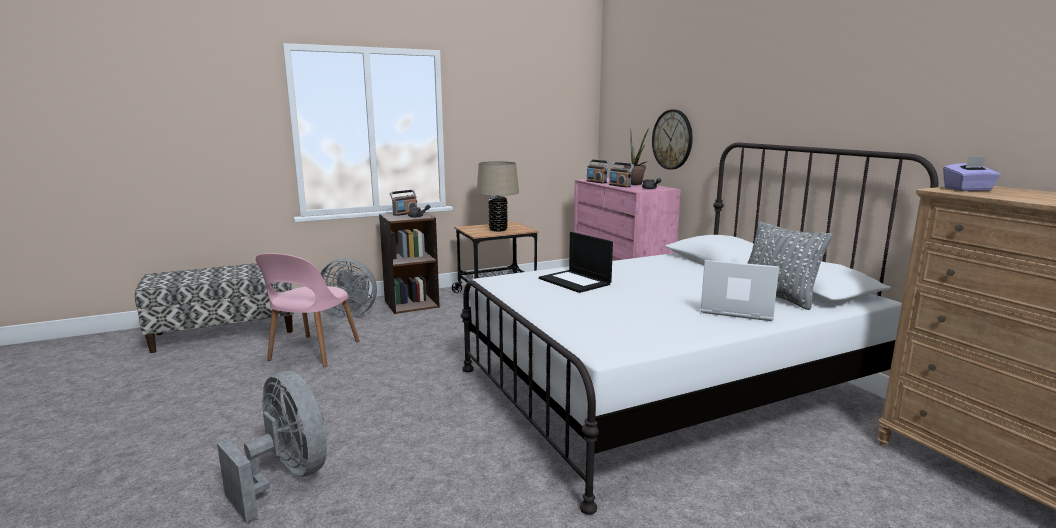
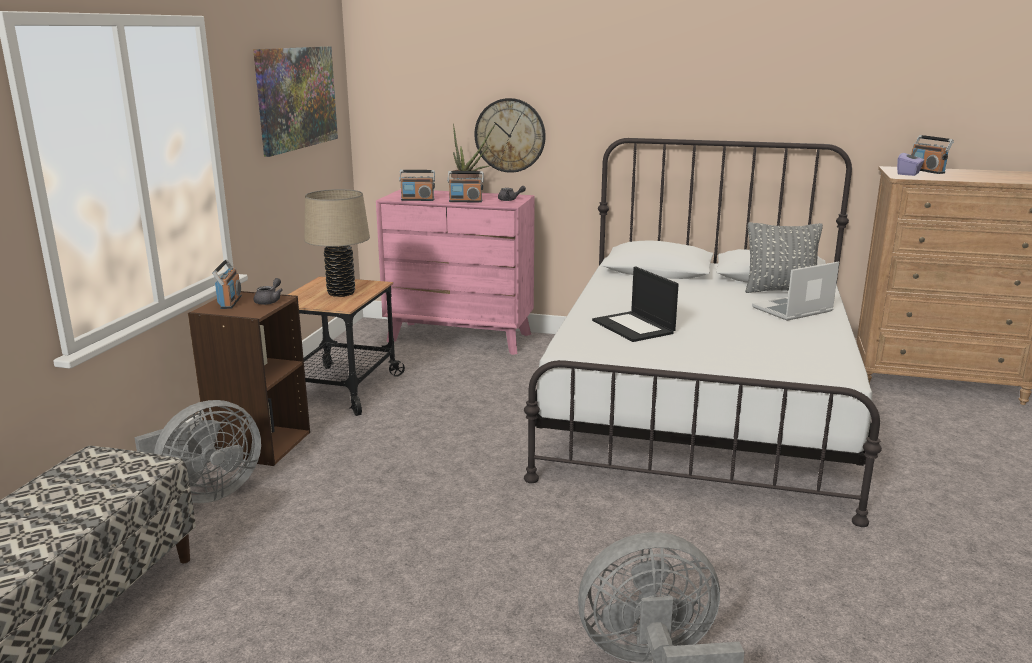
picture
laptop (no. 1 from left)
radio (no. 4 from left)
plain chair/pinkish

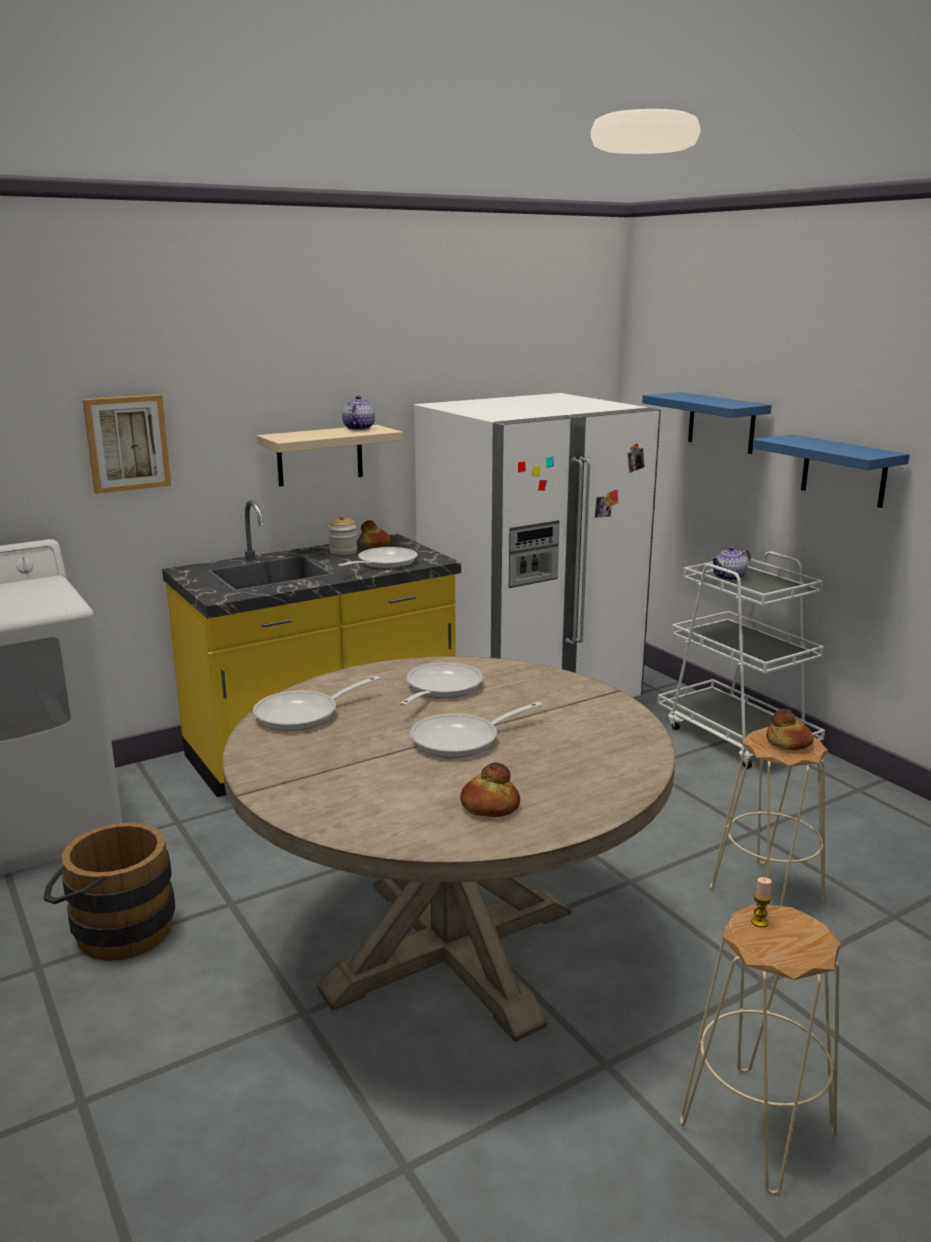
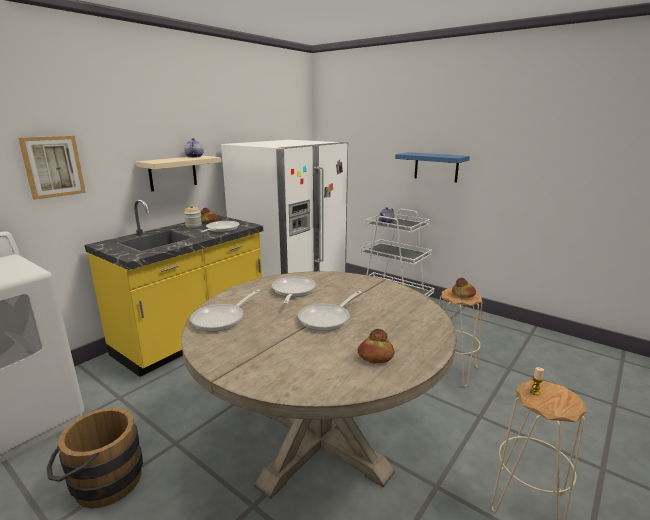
shelf/blue (no. 1 from left in the first image)

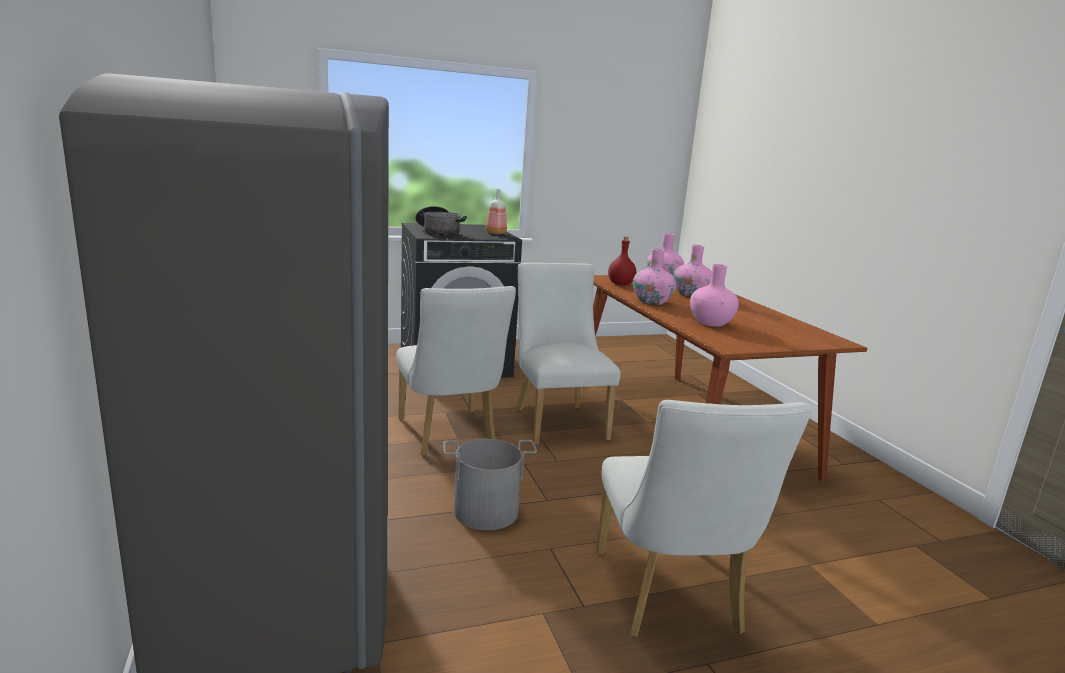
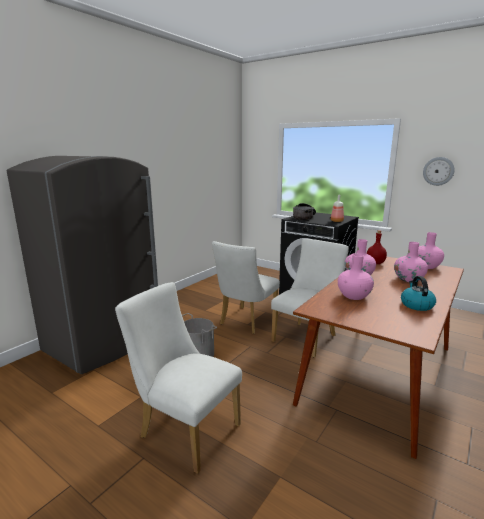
plain chair/white (no. 1 from left)
kettle
hanging clock

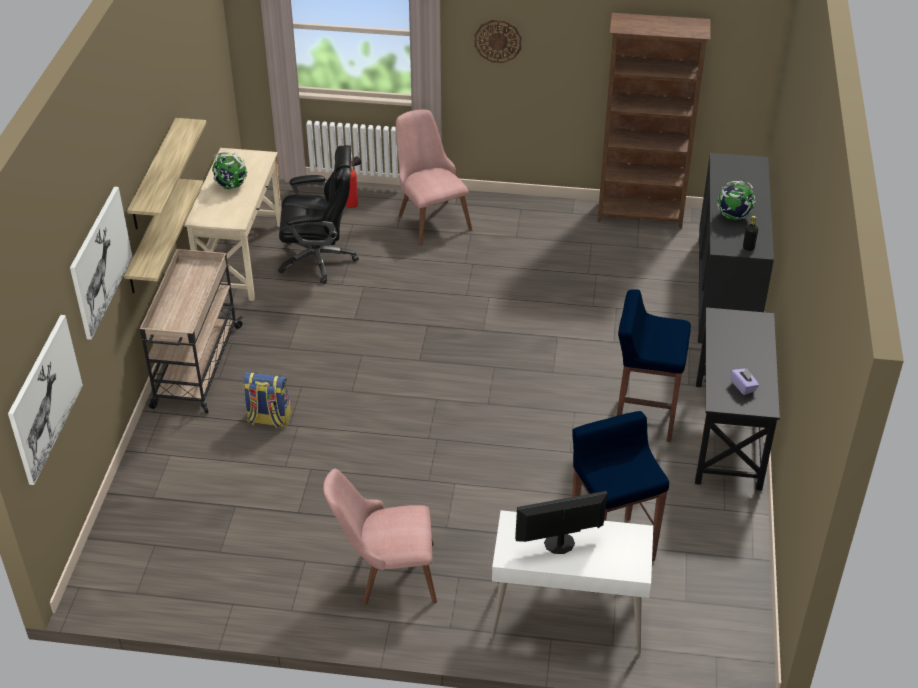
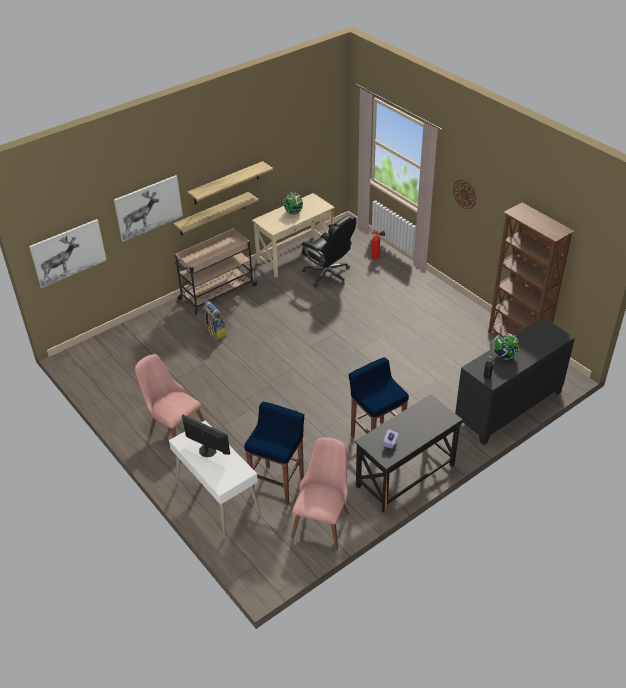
plain chair/pinkish (no. 2 from left)

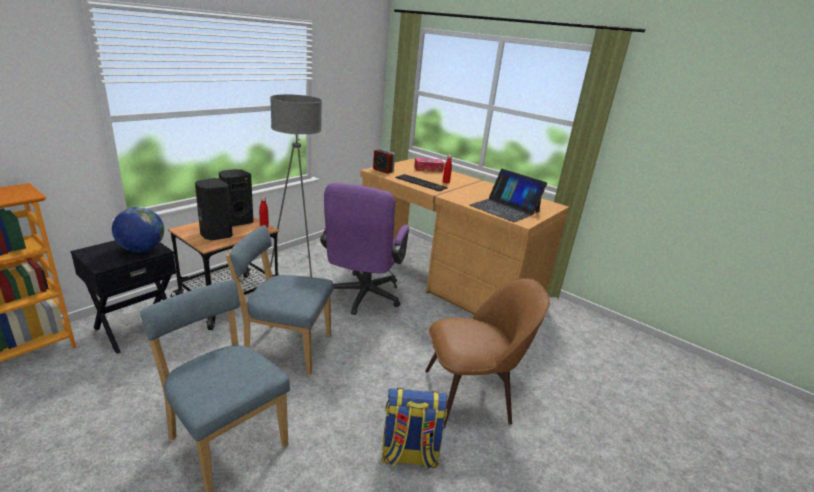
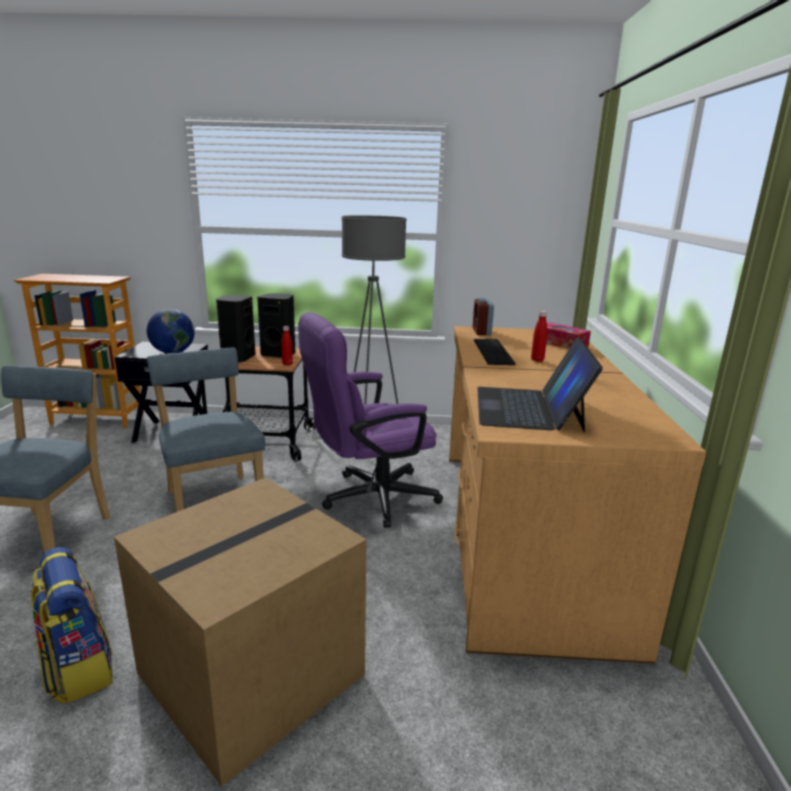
carton

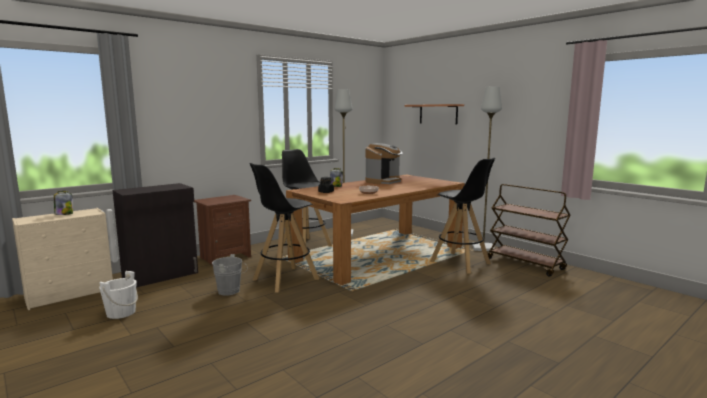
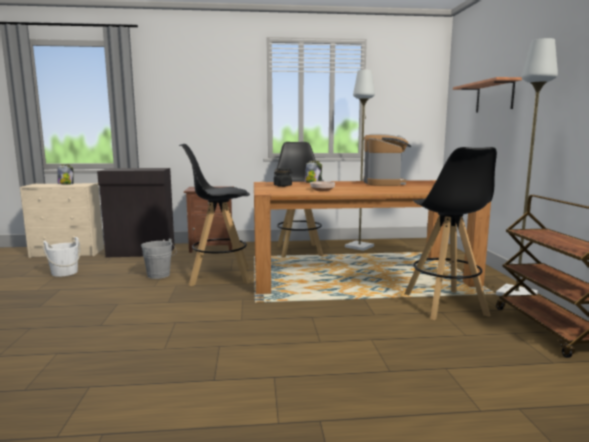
coffee maker

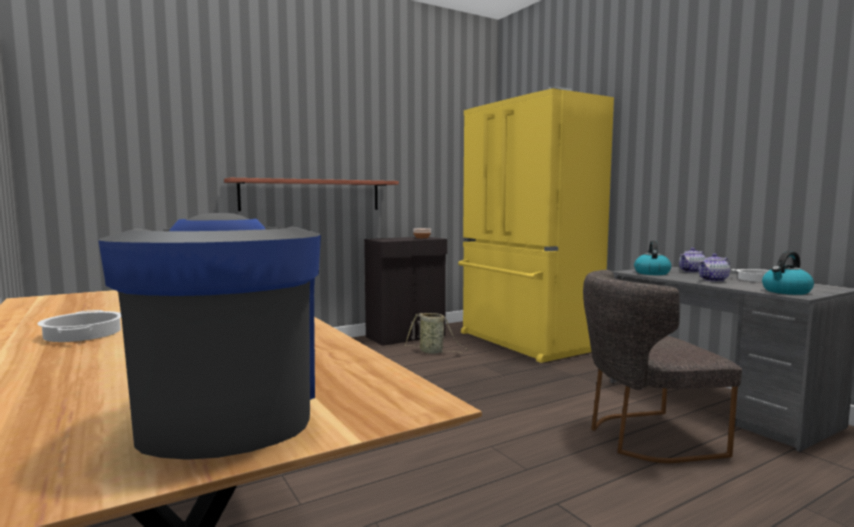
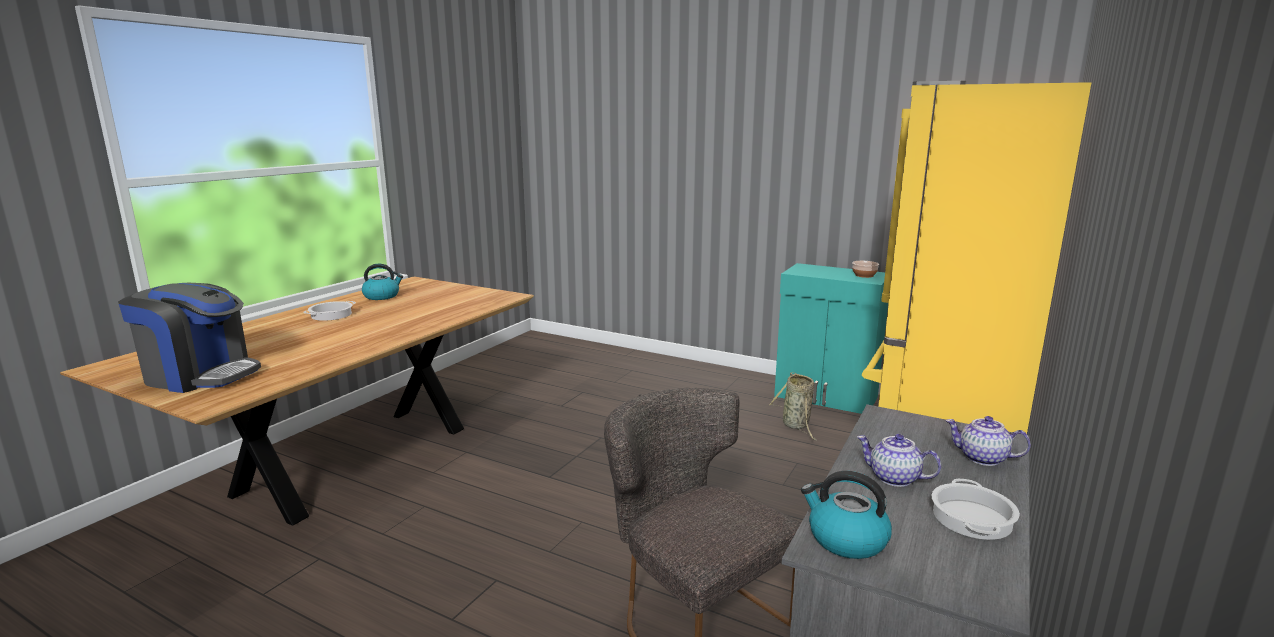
coffee maker
kettle (no. 1 from left)
cabinet/turquoise
shelf

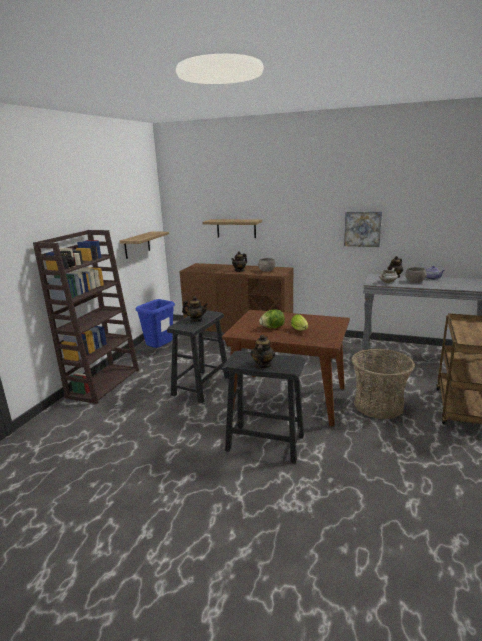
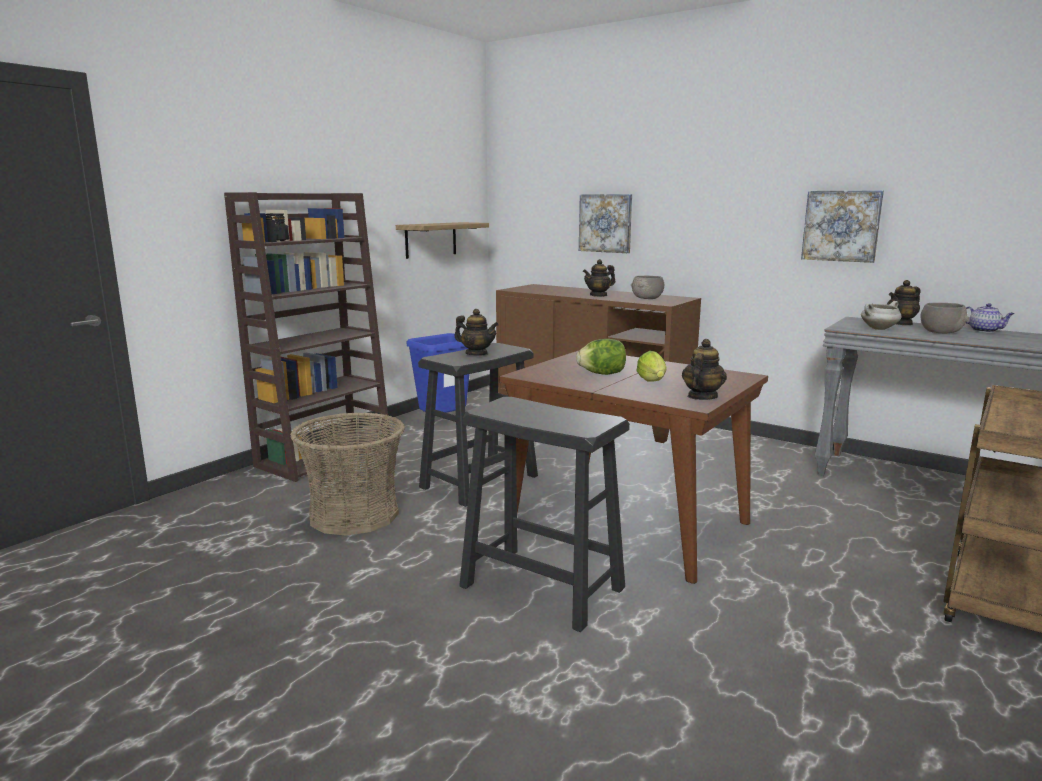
storage basket
picture (no. 1 from left)
pot for tea (no. 3 from left)

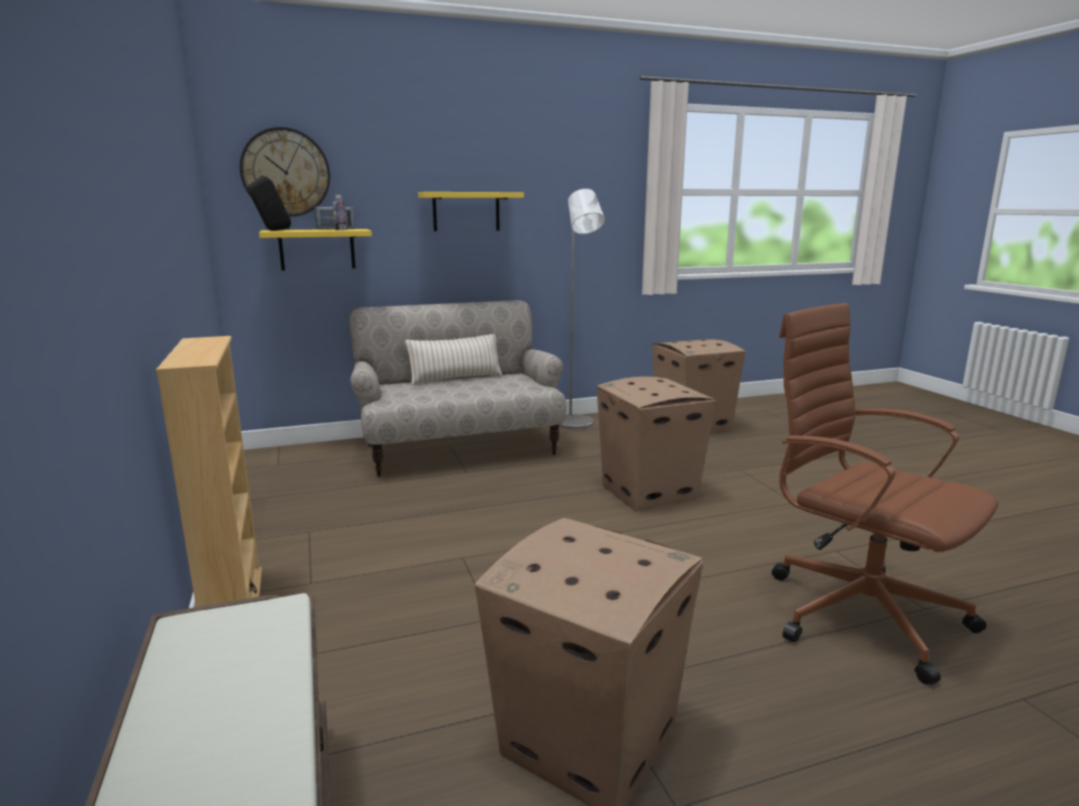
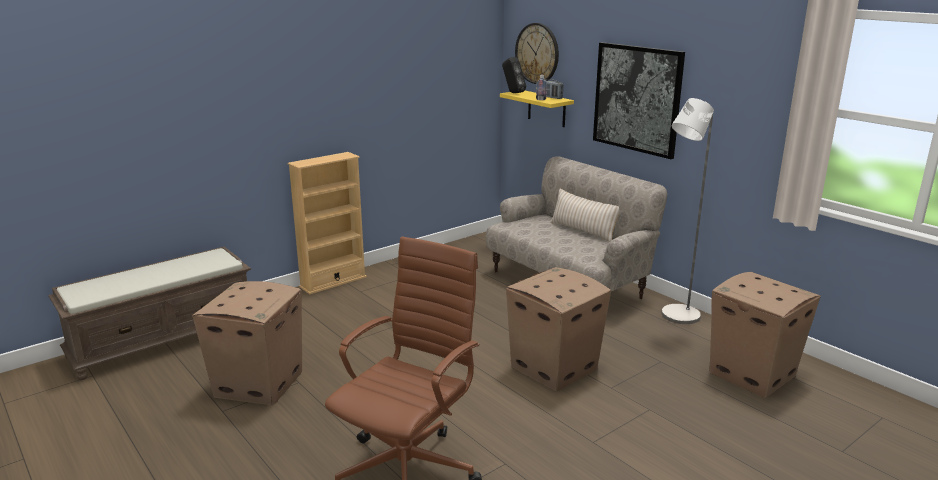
picture

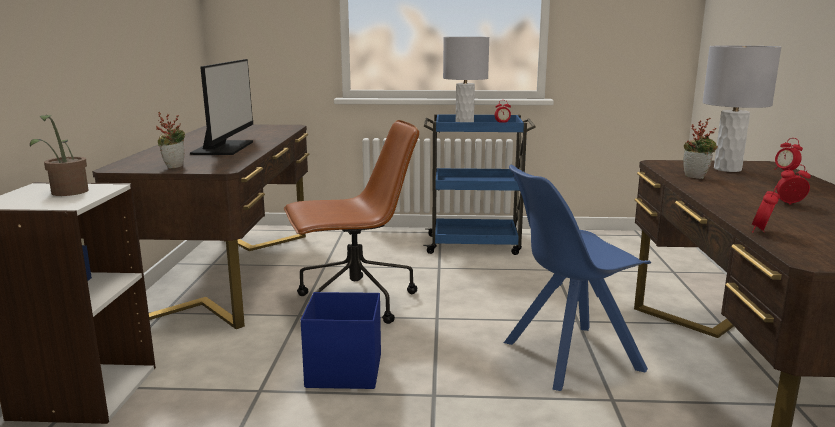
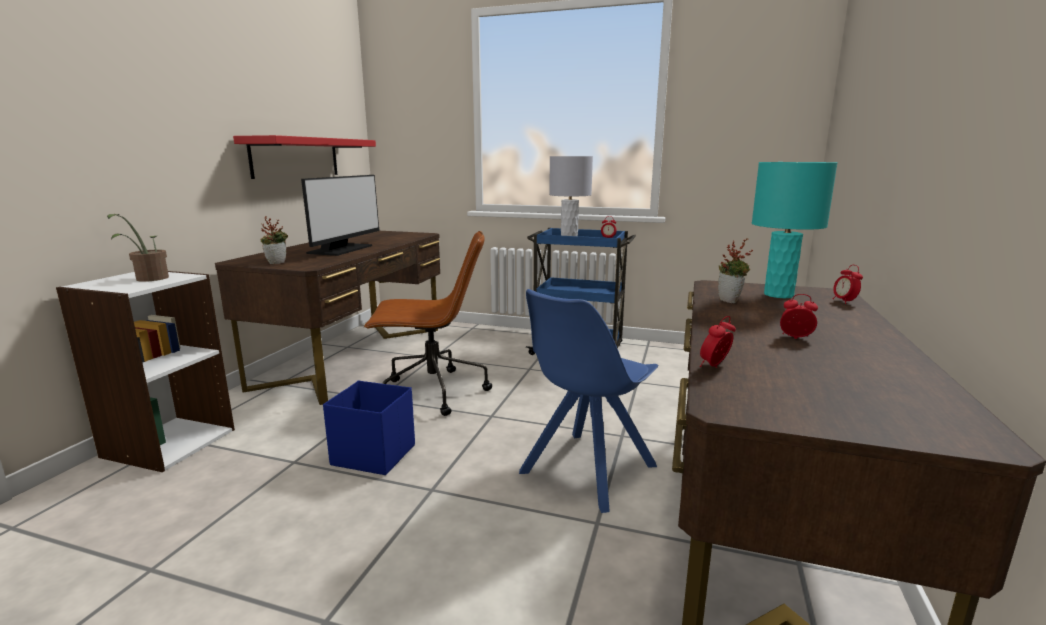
shelf/reddish
plain chair/blue
lamp for a table/turquoise

